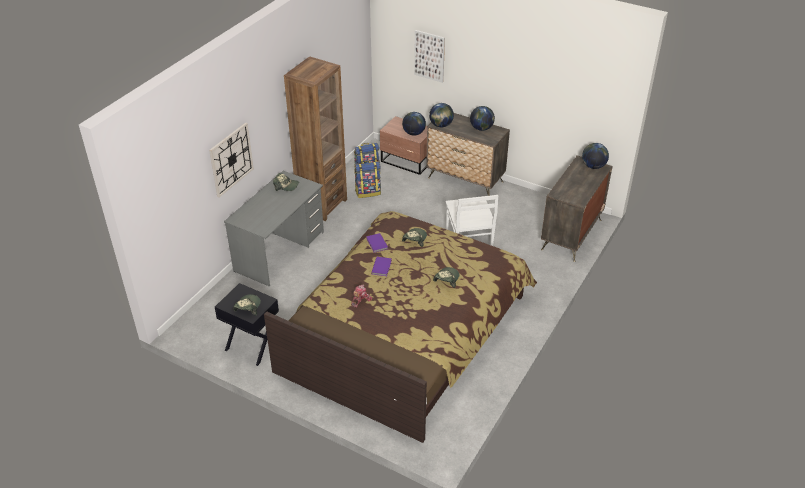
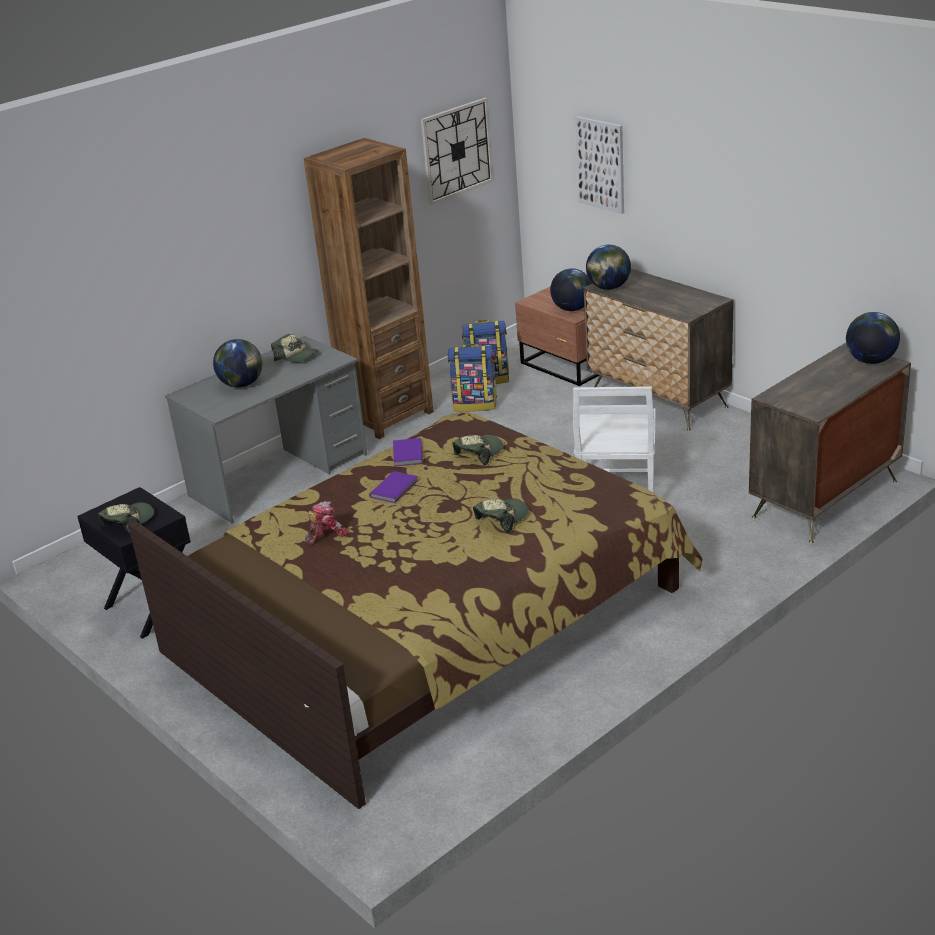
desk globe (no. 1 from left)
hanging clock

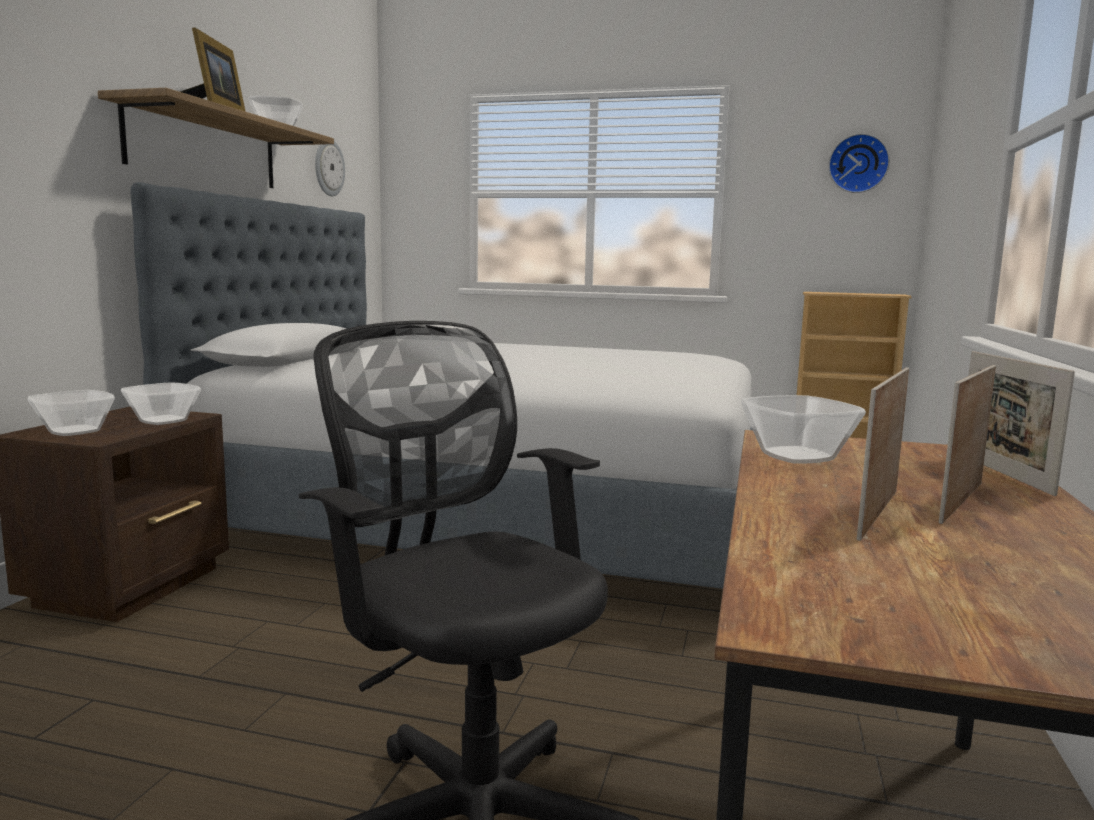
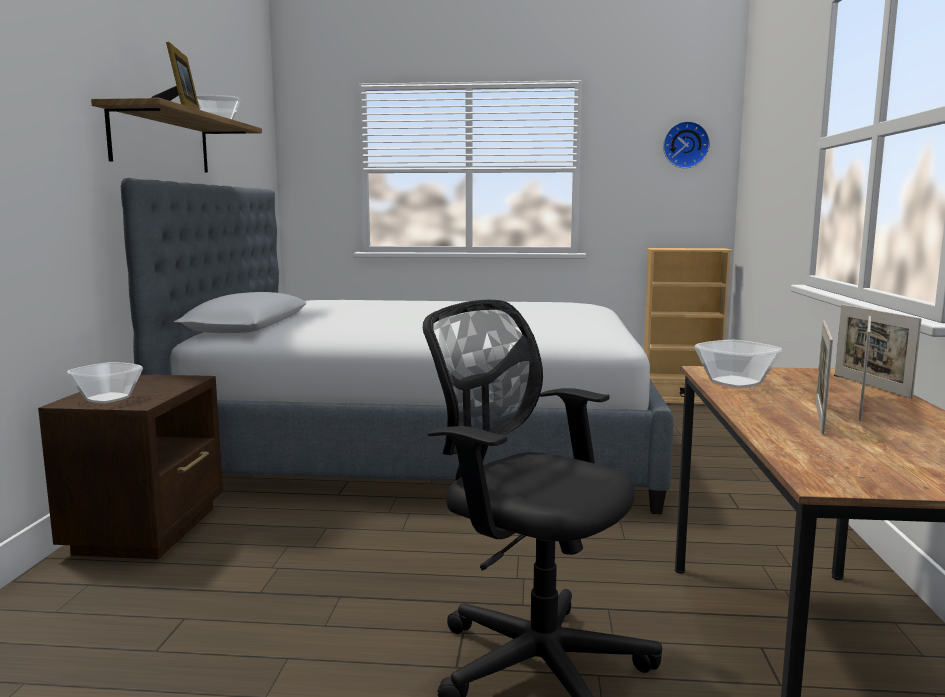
bowl (no. 2 from left in the first image)
hanging clock (no. 1 from left in the first image)

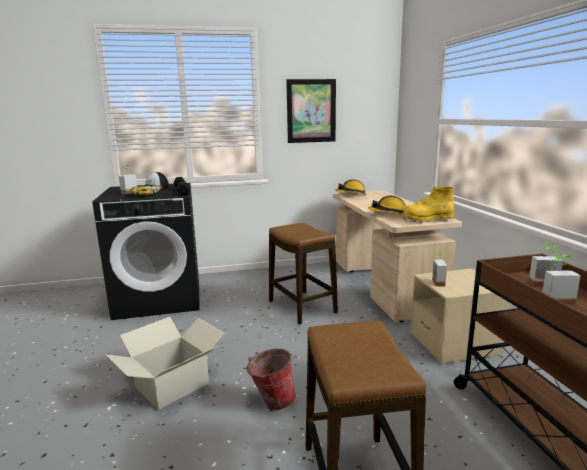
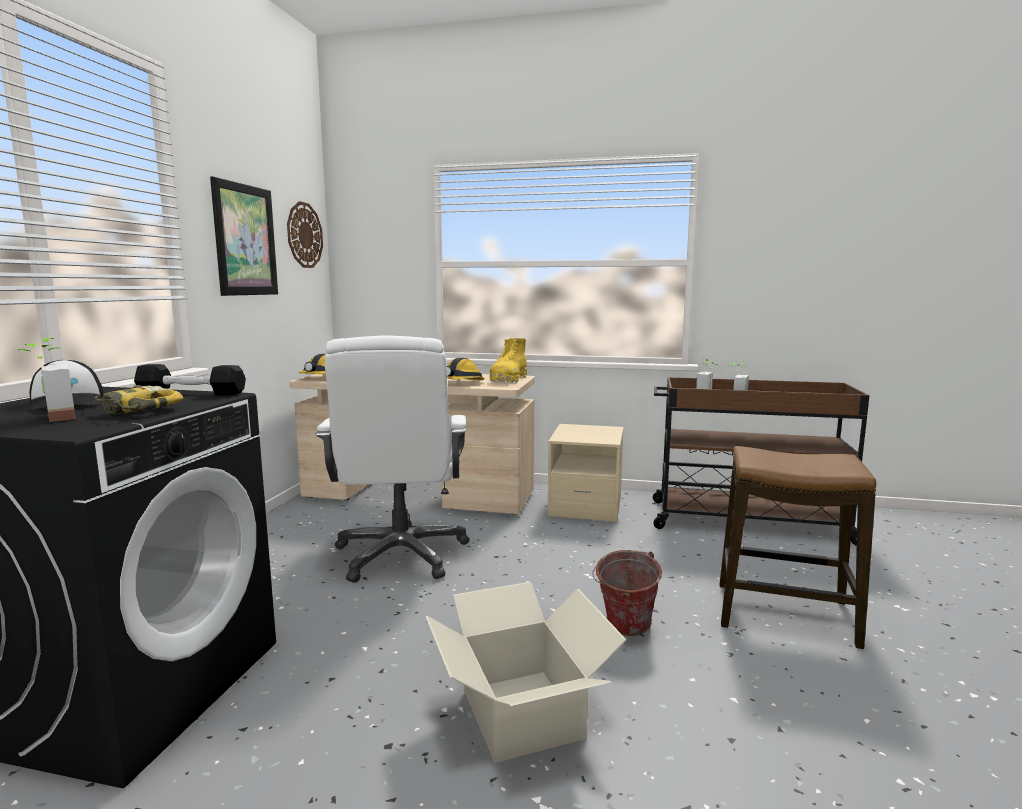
hanging clock
office chair/white
potted plant (no. 2 from left in the first image)

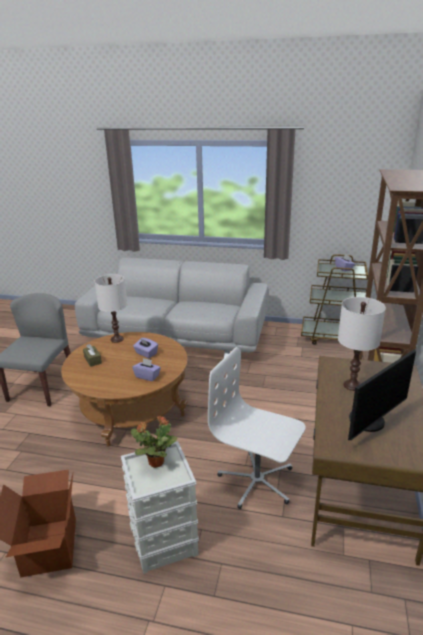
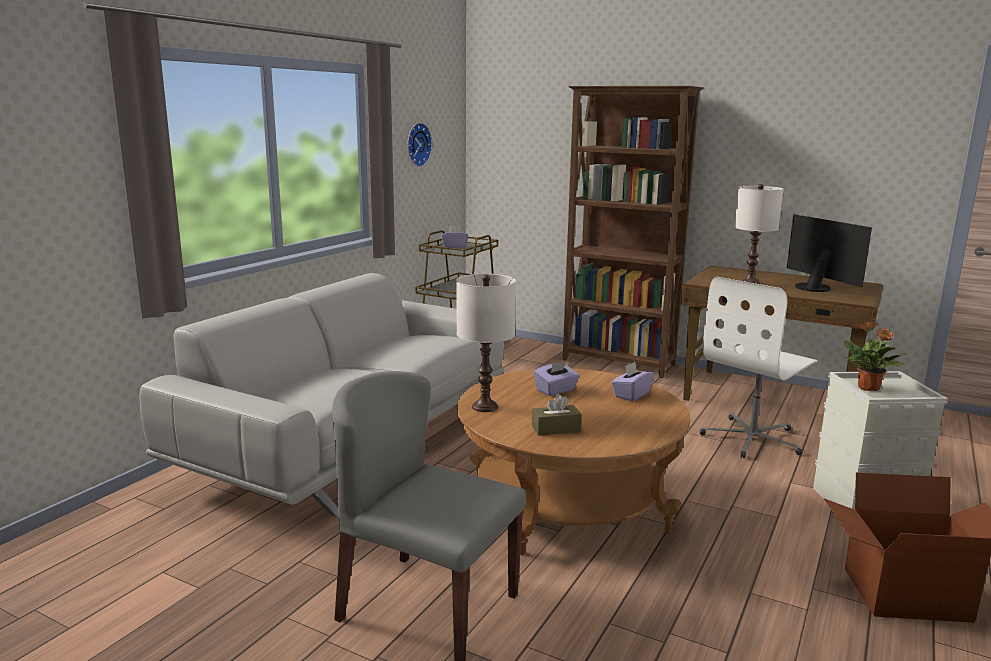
hanging clock

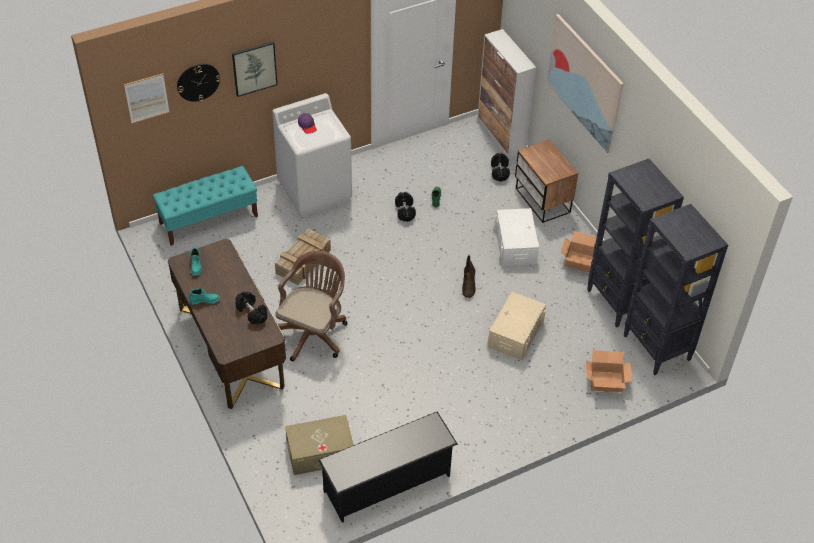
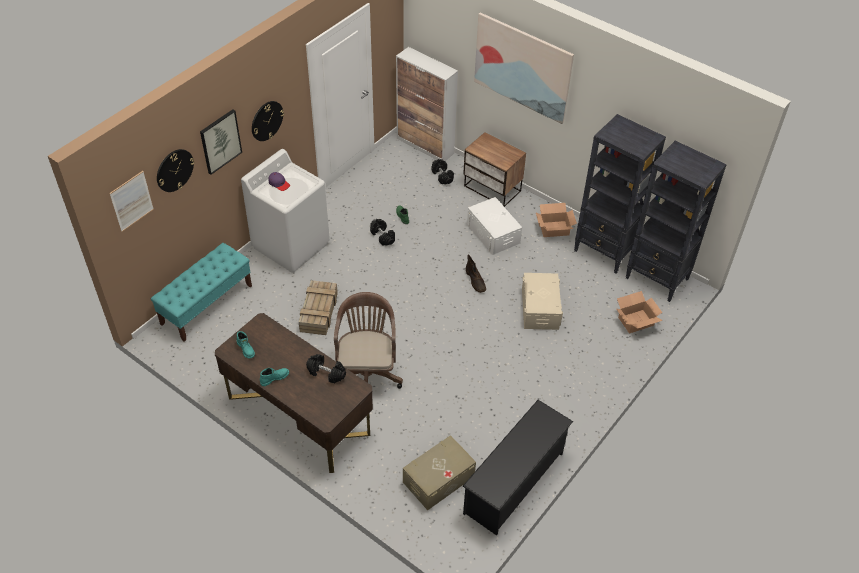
hanging clock (no. 2 from left)

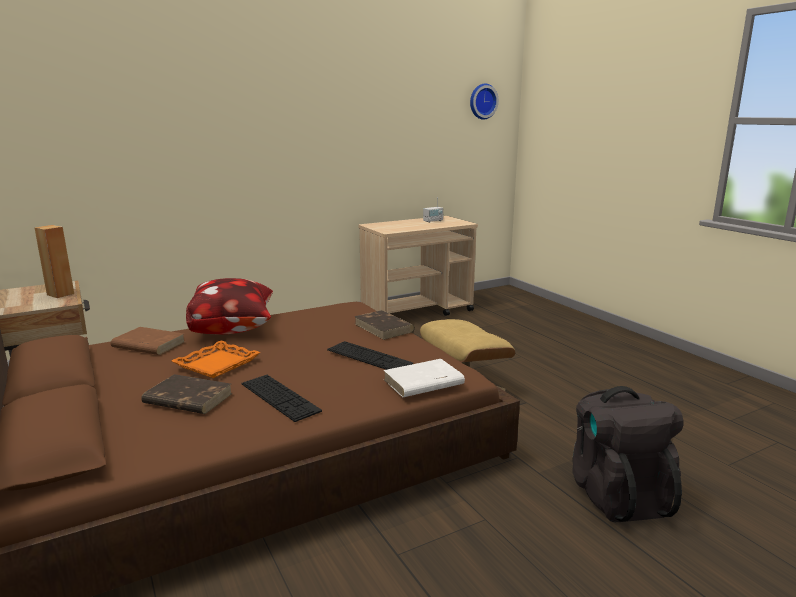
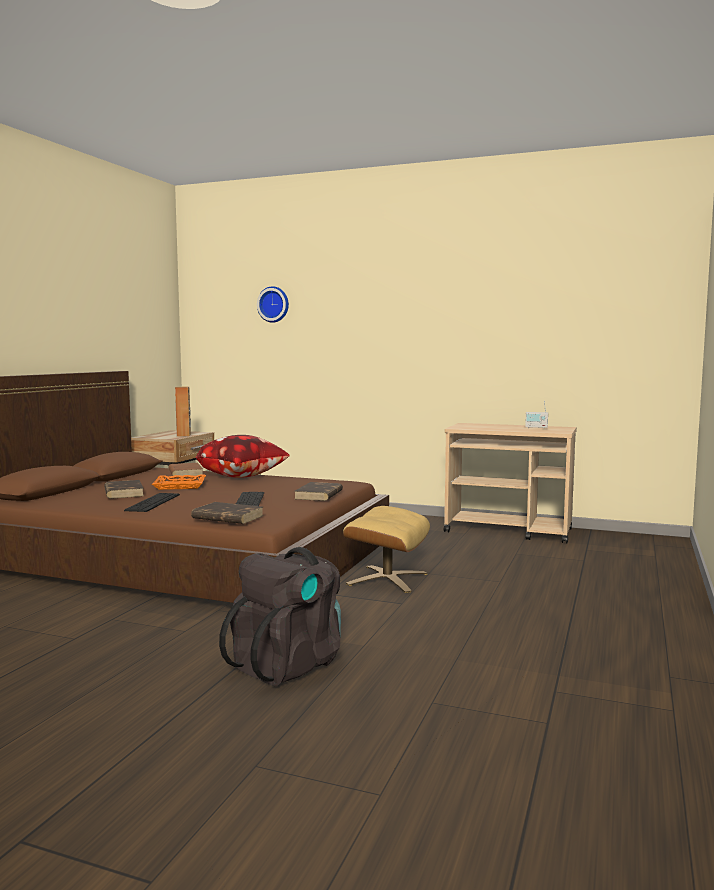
bound book/brown-coloured (no. 3 from left)
hanging clock

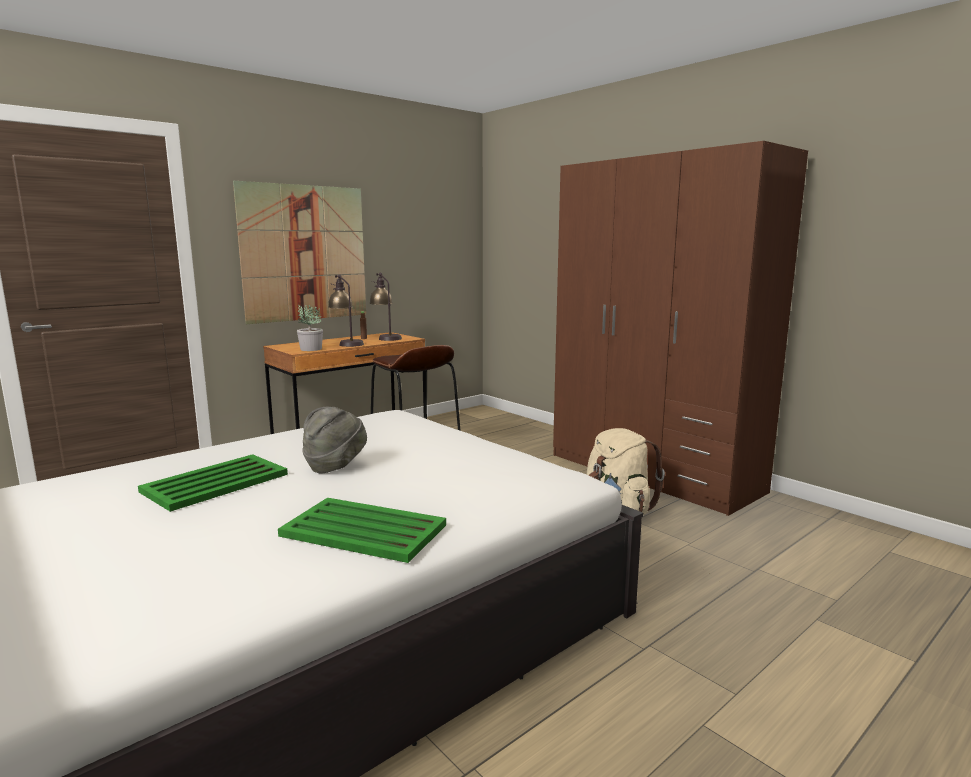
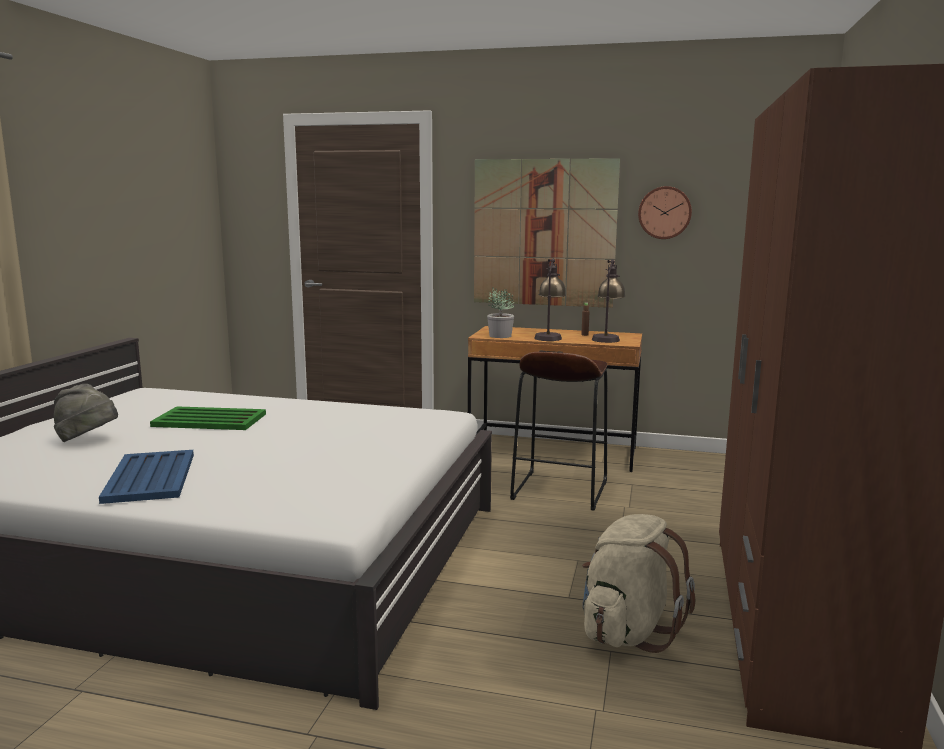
wearable hat/grey
serving tray/blue
hanging clock

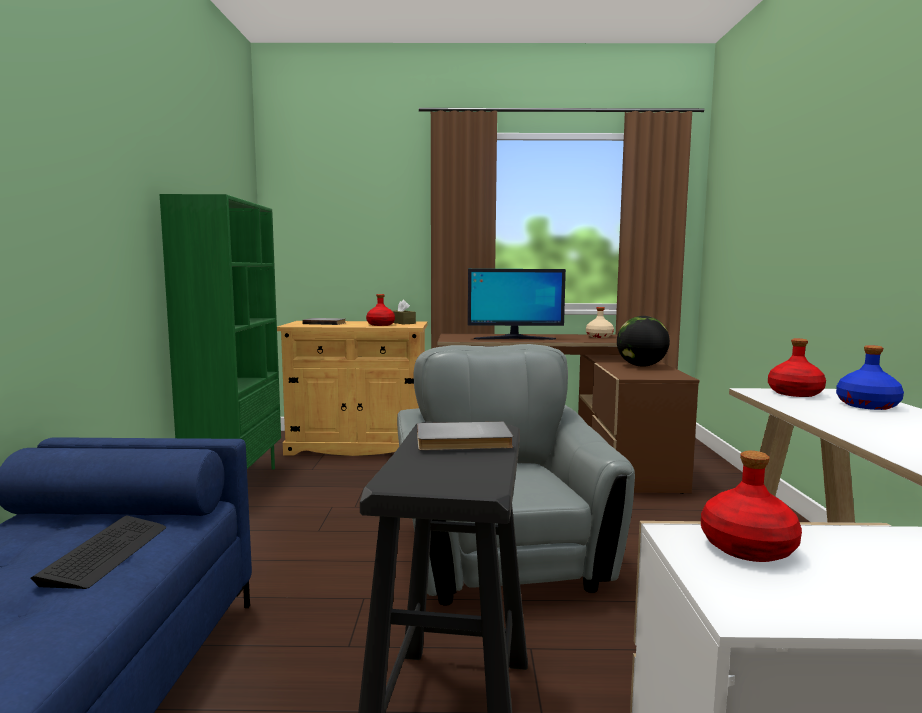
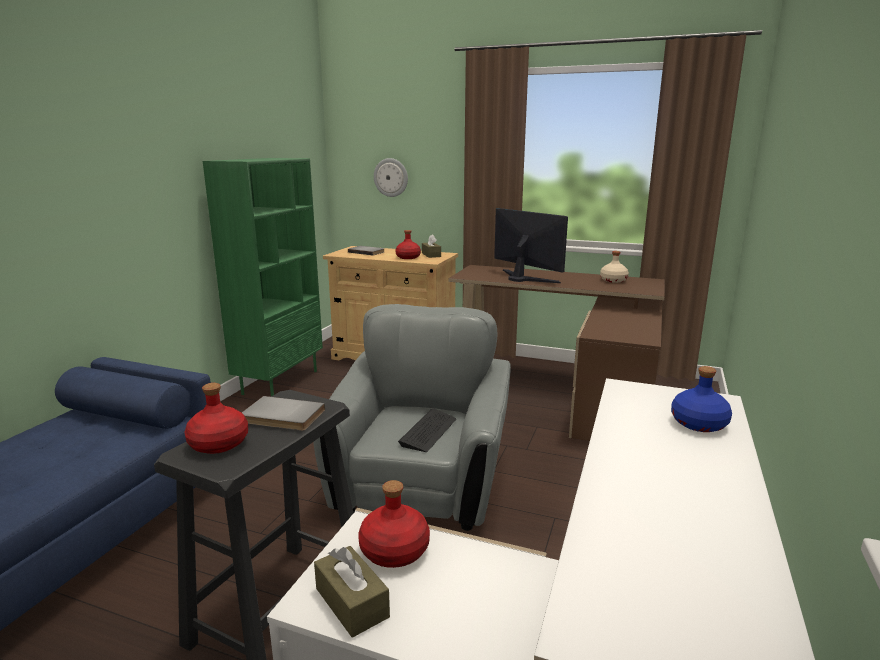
drink bottle/reddish (no. 1 from left)
tissue box/brown-coloured (no. 1 from left)
hanging clock
computer keyboard
computer display
desk globe

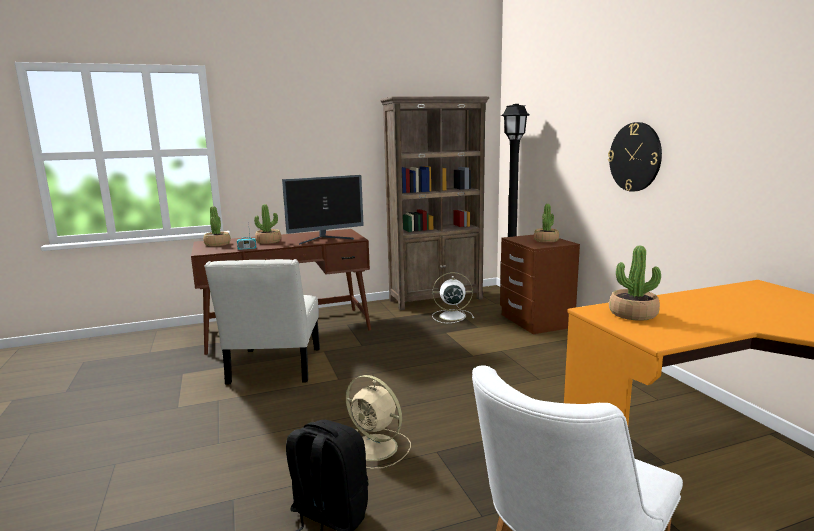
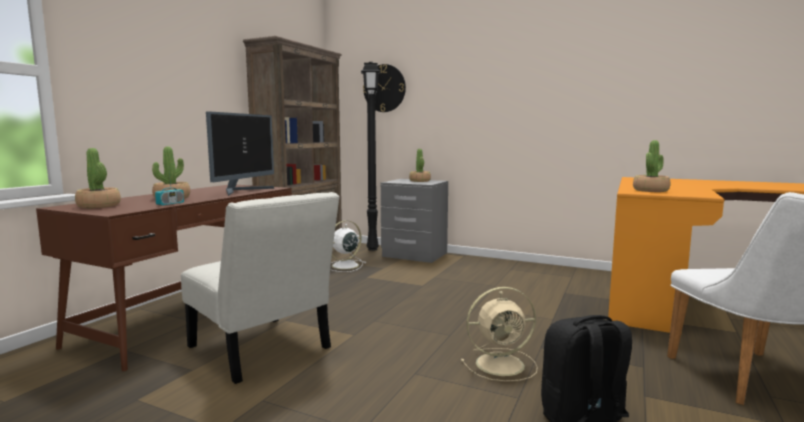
hanging clock
nightstand/grey

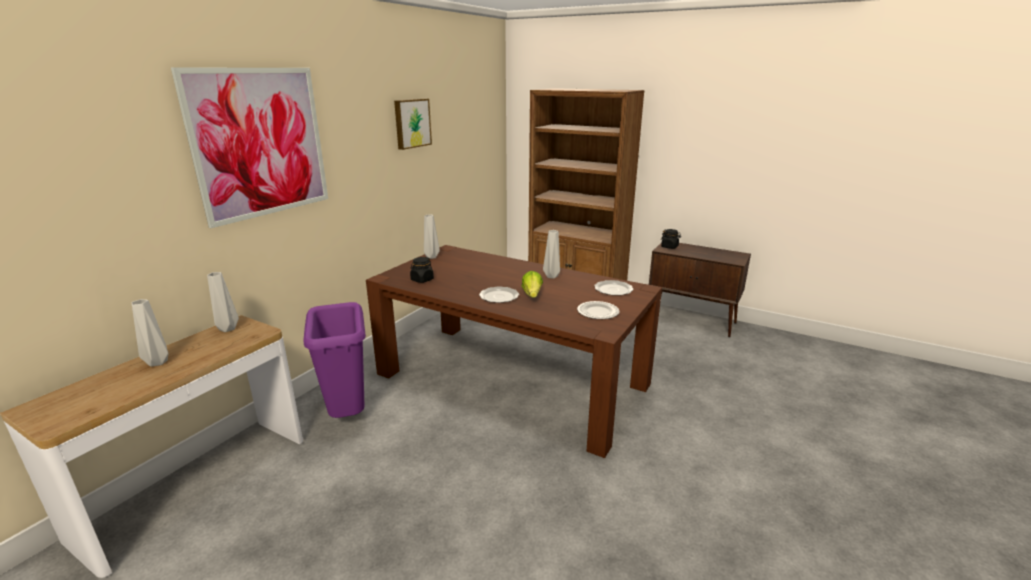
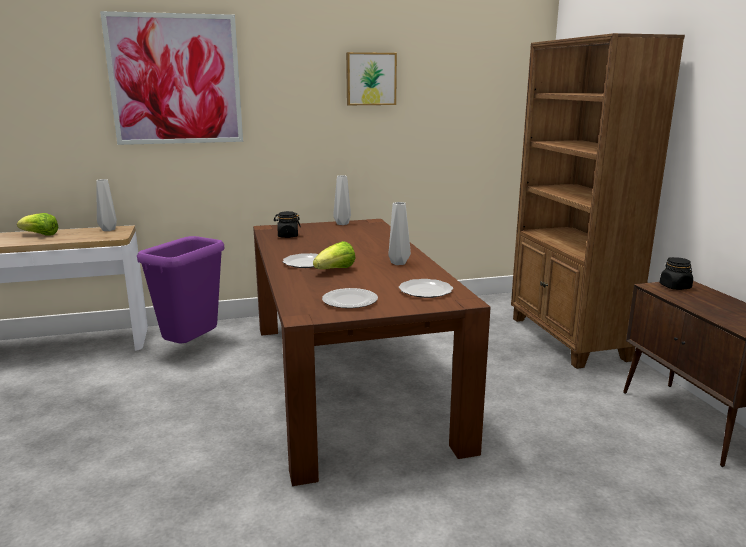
lettuce (no. 1 from left)

